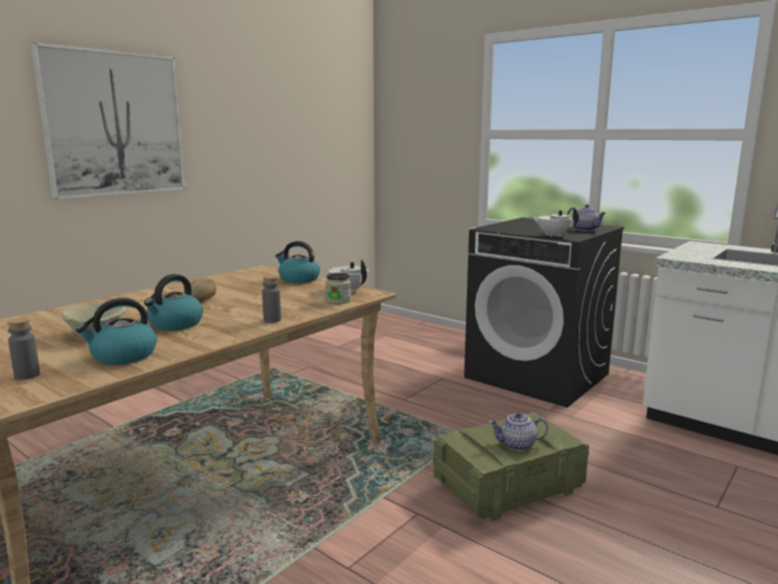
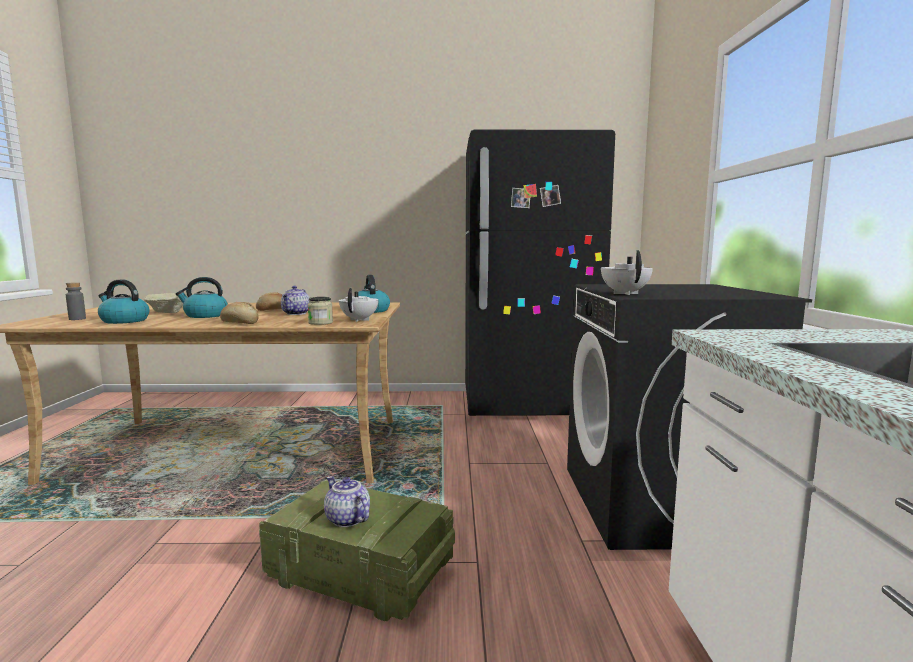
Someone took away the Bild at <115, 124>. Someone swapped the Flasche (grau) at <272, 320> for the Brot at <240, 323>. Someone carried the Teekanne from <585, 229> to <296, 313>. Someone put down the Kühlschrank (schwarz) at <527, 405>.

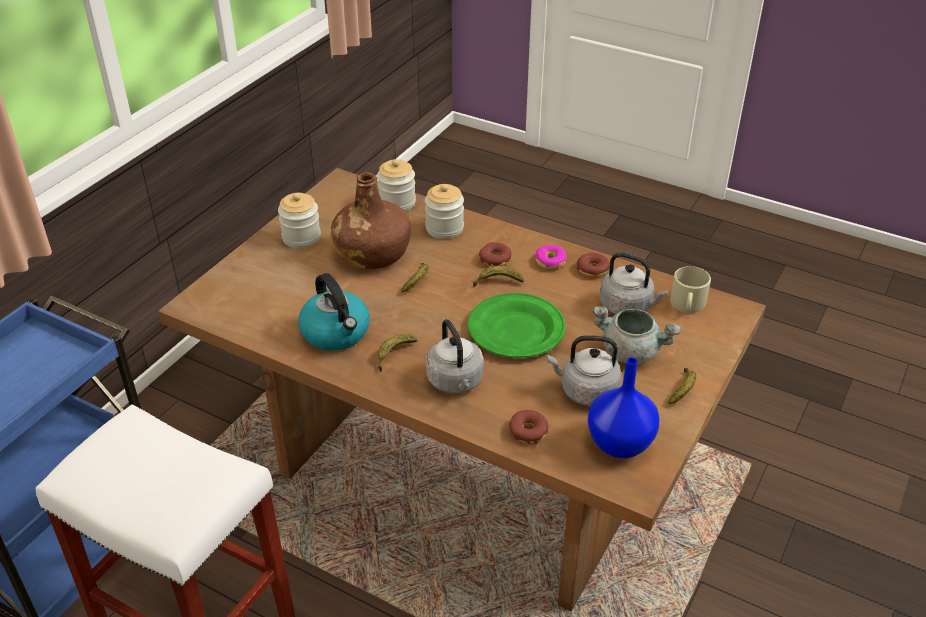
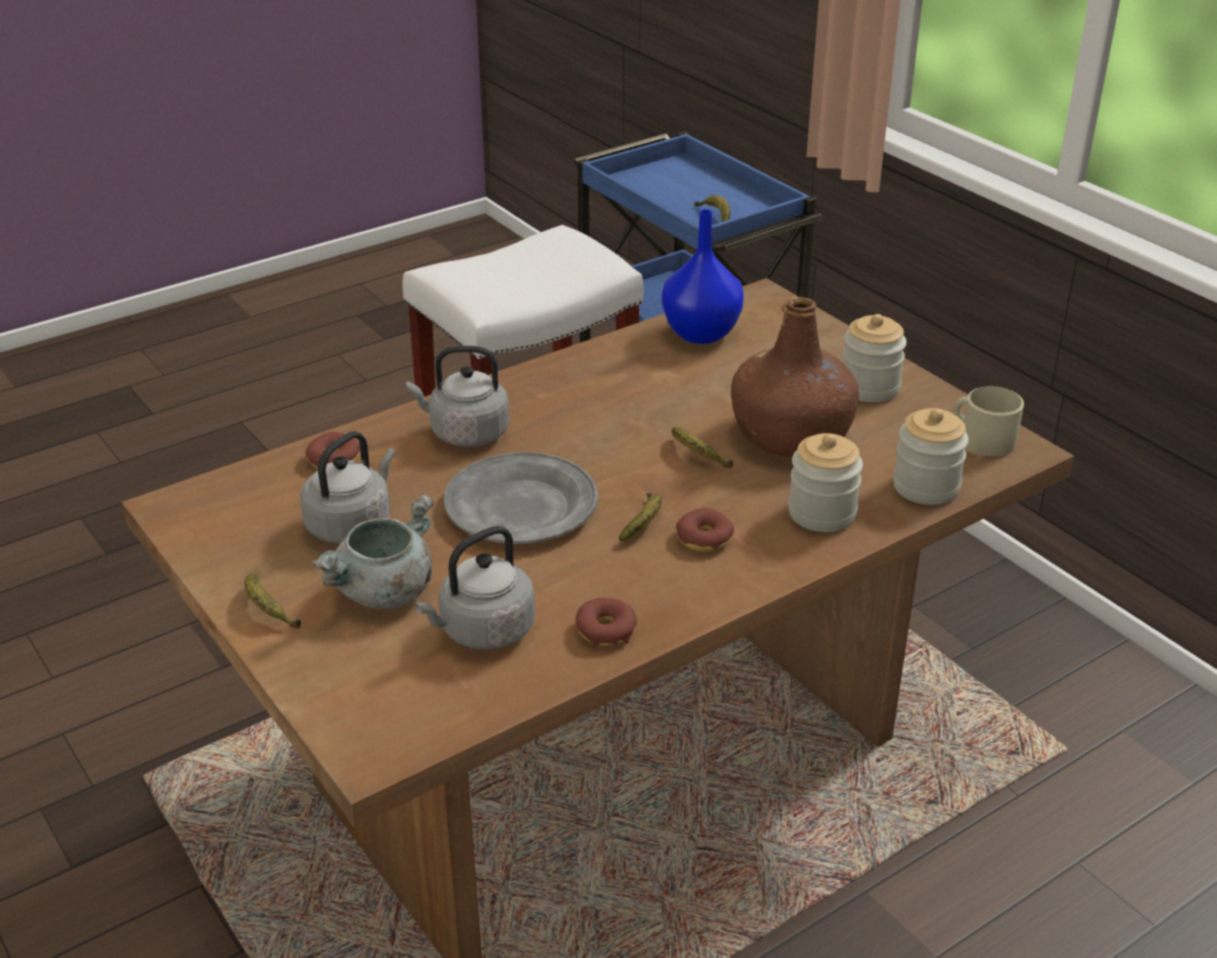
Someone took away the Wasserkessel at <336, 333>. Someone carried the Banane from <394, 355> to <715, 216>. Someone repainted the Teller (grün) at <516, 331>, which became the Teller (grau) at <520, 506>. Someone took away the Donut at <550, 261>. Someone carried the Vase (blau) from <618, 444> to <700, 332>. Someone carried the Henkelbecher (beige) from <687, 305> to <981, 439>.

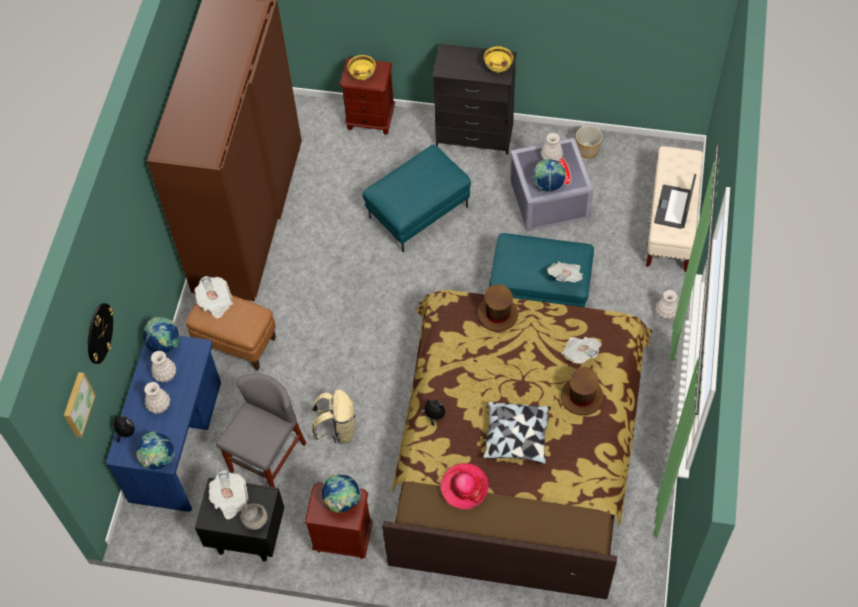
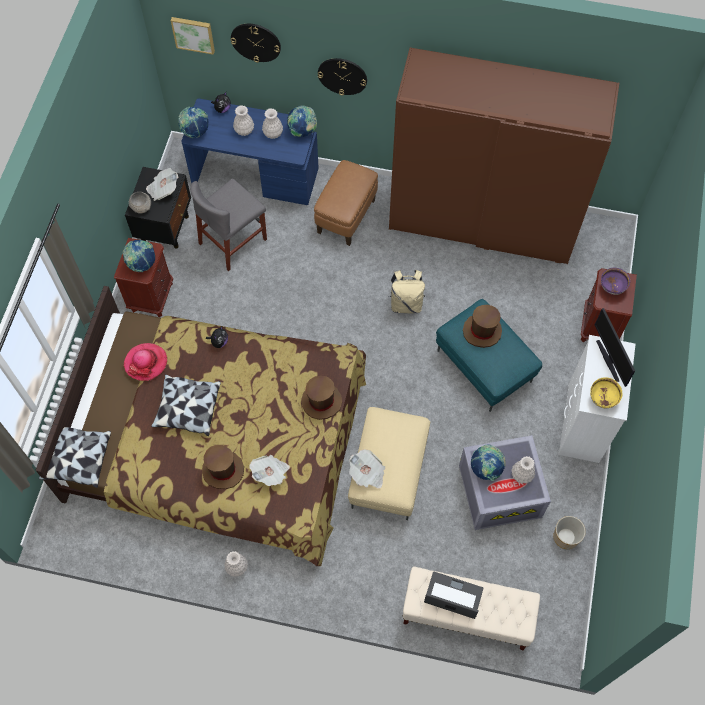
Someone took away the Zeitung at <215, 302>. Someone rotated the Stuhl (grau) at <267, 457> by 105 degrees clockwise. Someone carried the Rucksack (beige) from <337, 430> to <406, 303>. Someone repainted the Schüssel (gelb) at <362, 76>, which became the Schüssel (lila) at <611, 288>. Someone repainted the Kommode (schwarz) at <475, 135>, which became the Kommode (weiß) at <582, 424>. Someone repainted the Polsterhocker (türkis) at <539, 290>, which became the Polsterhocker (beige) at <387, 472>. Someone carried the Vase (weiß) from <666, 313> to <237, 567>. Someone put down the Kissen at <77, 459>. Someone put up the Wanduhr at <342, 76>. Someone put down the Hut (braun) at <482, 331>. Someone put down the Monitor at <609, 360>.

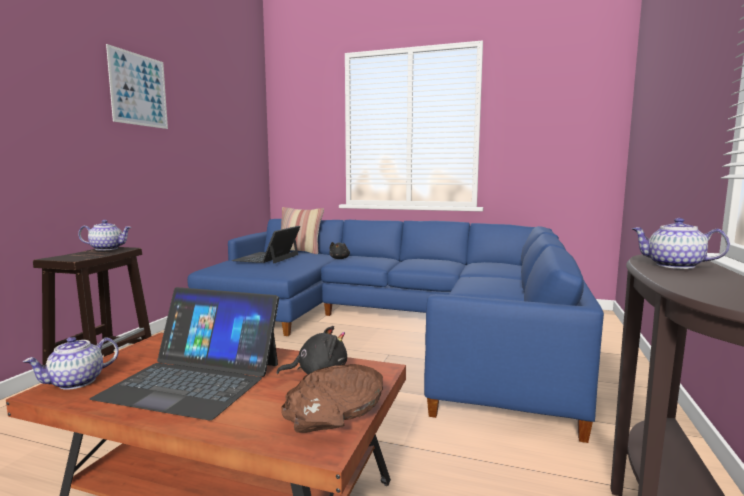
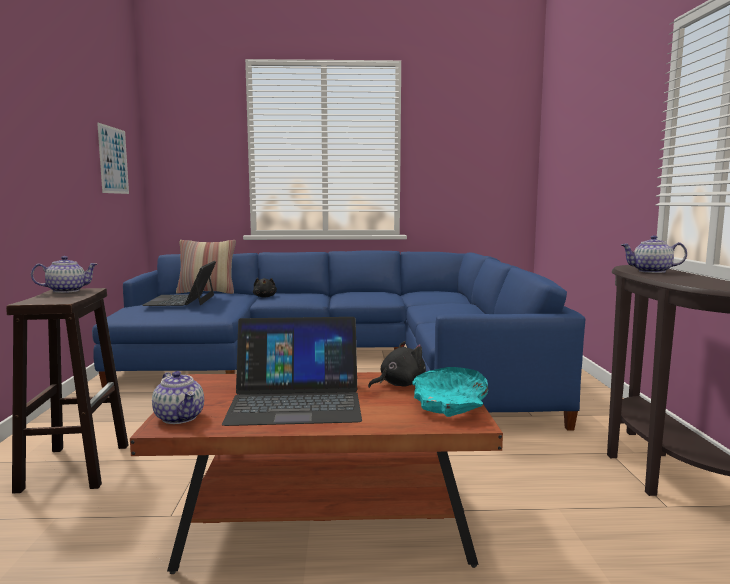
Someone rotated the Teekanne at <76, 382> by 60 degrees counterclockwise. Someone carried the Bild from <139, 90> to <113, 160>. Someone repainted the Schüssel (braun) at <334, 413>, which became the Schüssel (türkis) at <450, 405>.

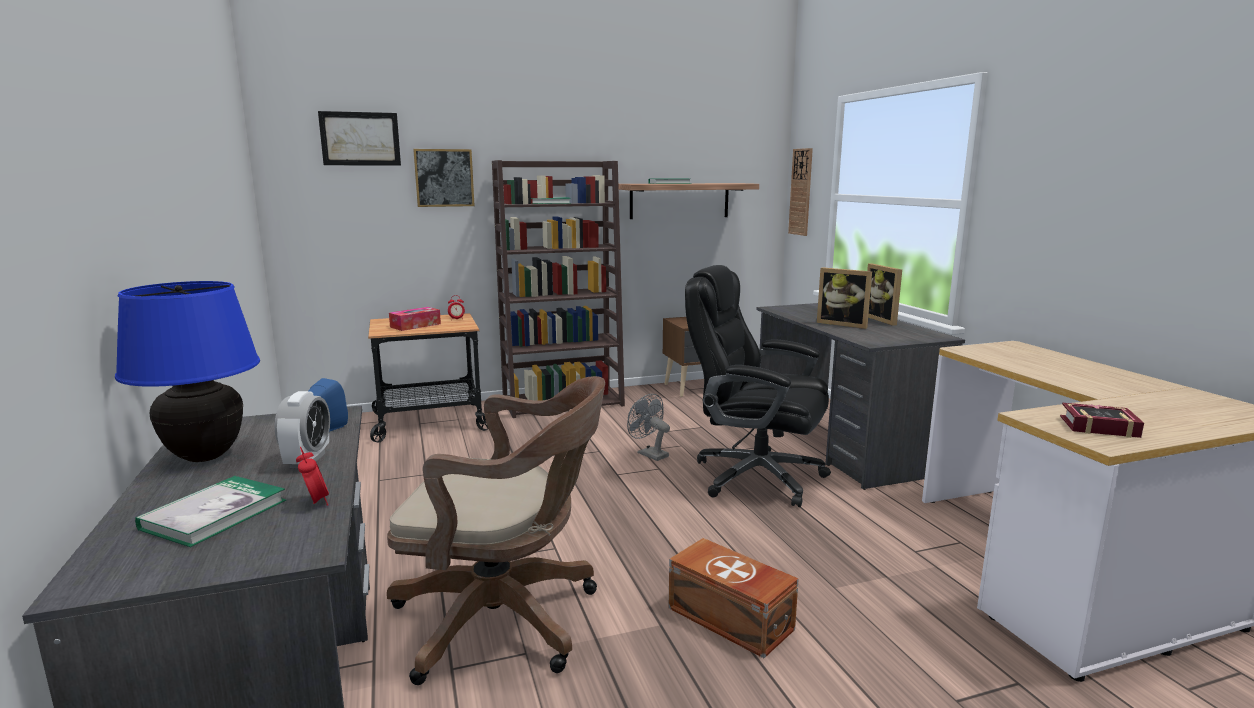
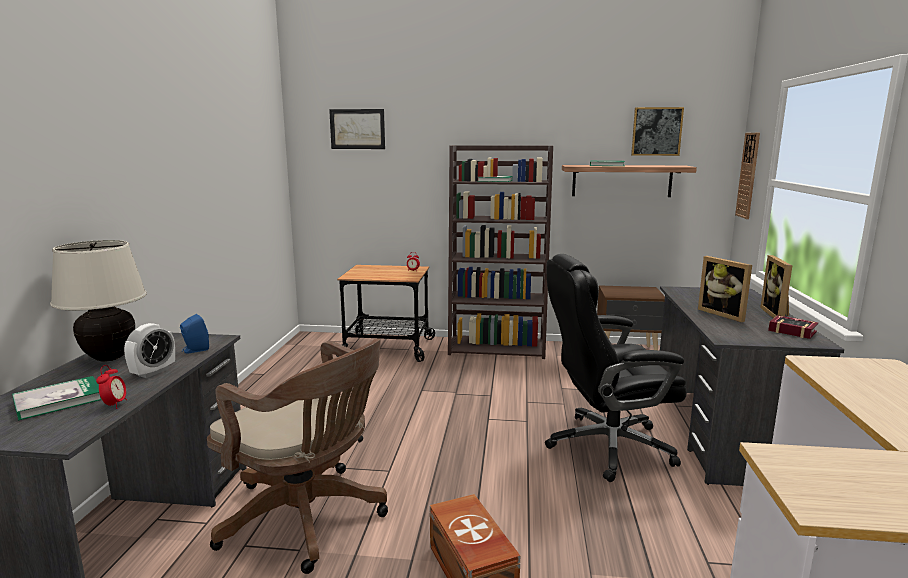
Someone repainted the Tischlampe (blau) at <205, 456>, which became the Tischlampe (beige) at <110, 357>. Someone took away the Taschentuchbox at <415, 325>. Someone carried the Bild from <444, 178> to <656, 131>. Someone took away the Ventilator (grau) at <649, 454>. Someone rotated the Bürostuhl (schwarz) at <755, 476> by 60 degrees counterclockwise. Someone carried the Buch from <1095, 426> to <790, 330>.

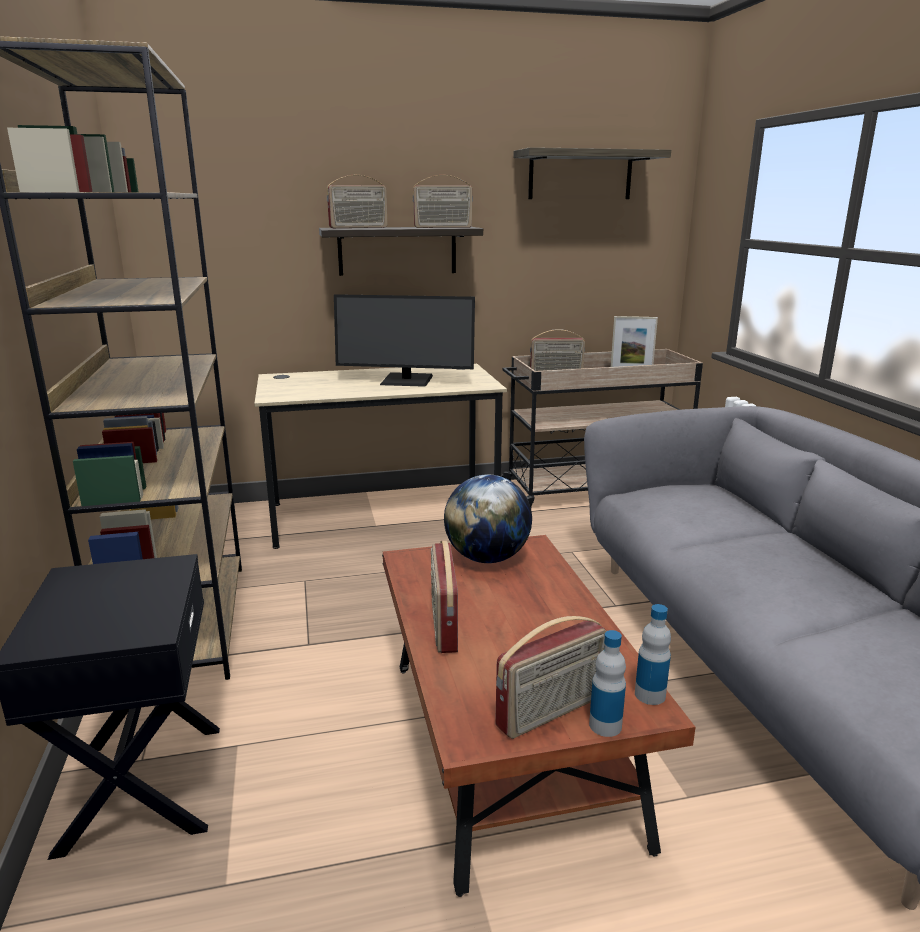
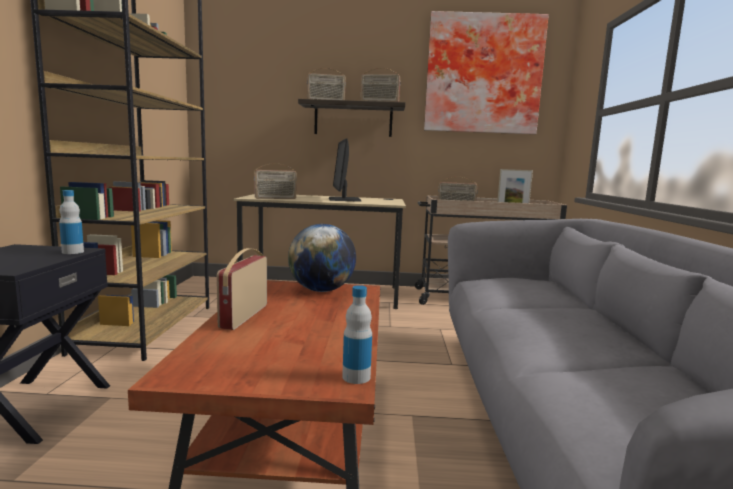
Someone rotated the Monitor at <406, 380> by 60 degrees clockwise. Someone carried the Radio from <551, 713> to <275, 198>. Someone swapped the Wandregal at <580, 175> for the Bild at <483, 75>. Someone carried the Flasche from <605, 725> to <73, 252>.

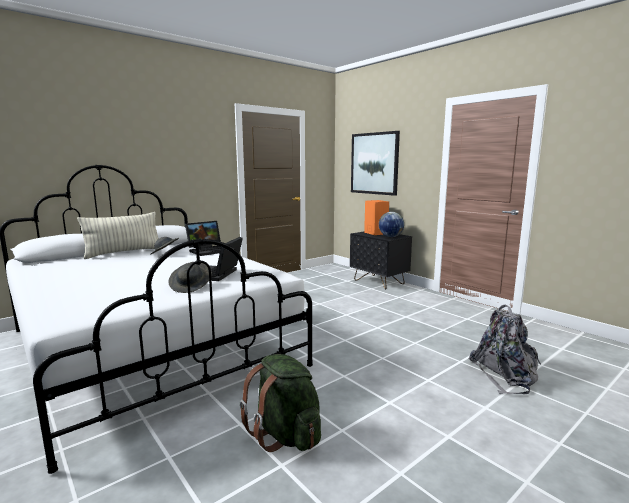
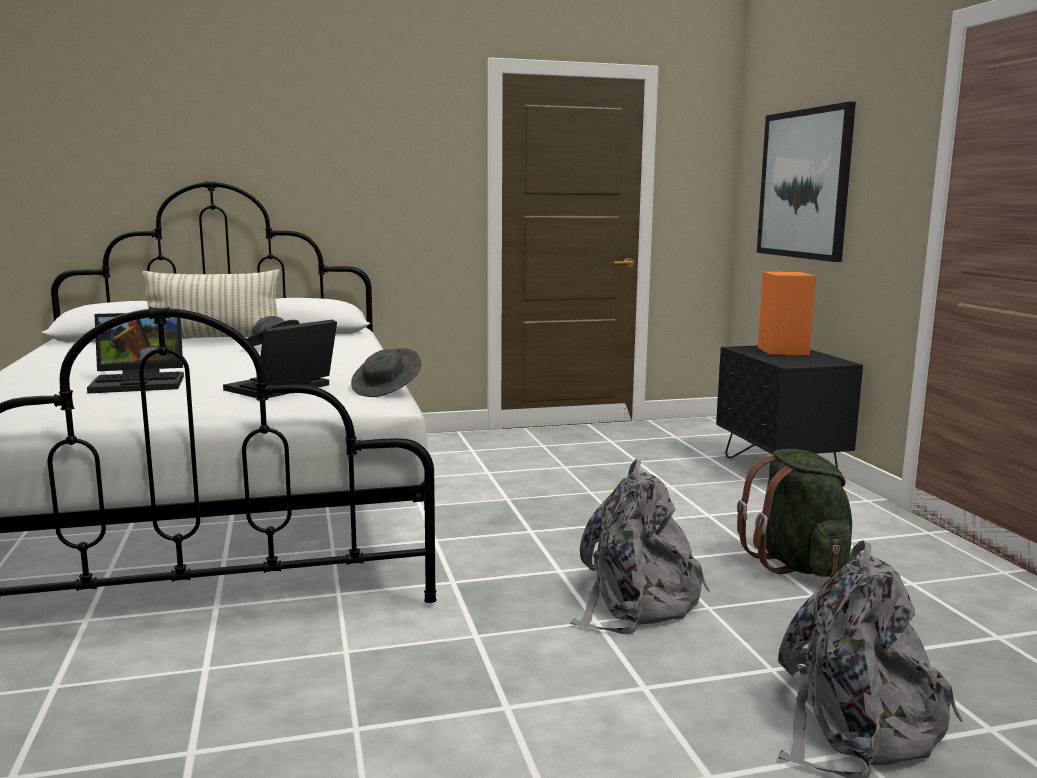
Someone carried the Hut (grau) from <191, 287> to <387, 390>. Someone carried the Laptop from <209, 250> to <142, 382>. Someone carried the Rucksack (grün) from <285, 434> to <797, 564>. Someone took away the Globus at <390, 237>. Someone put down the Rucksack (grau) at <635, 601>.

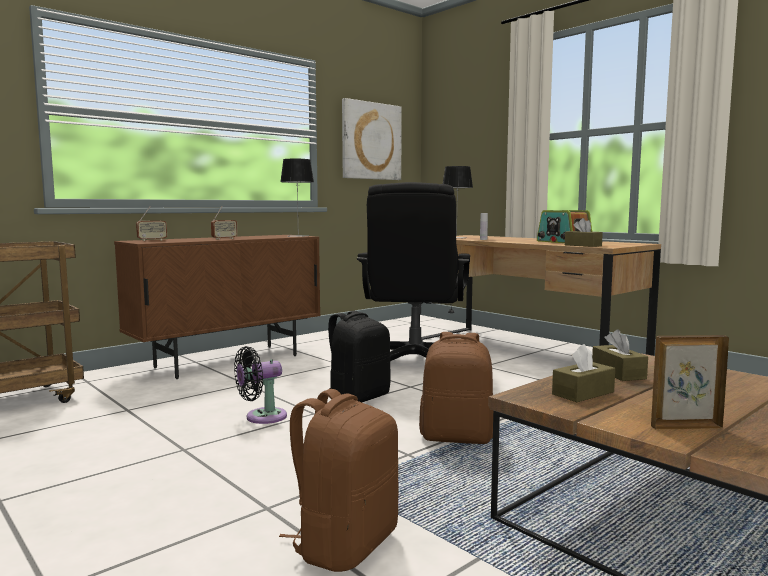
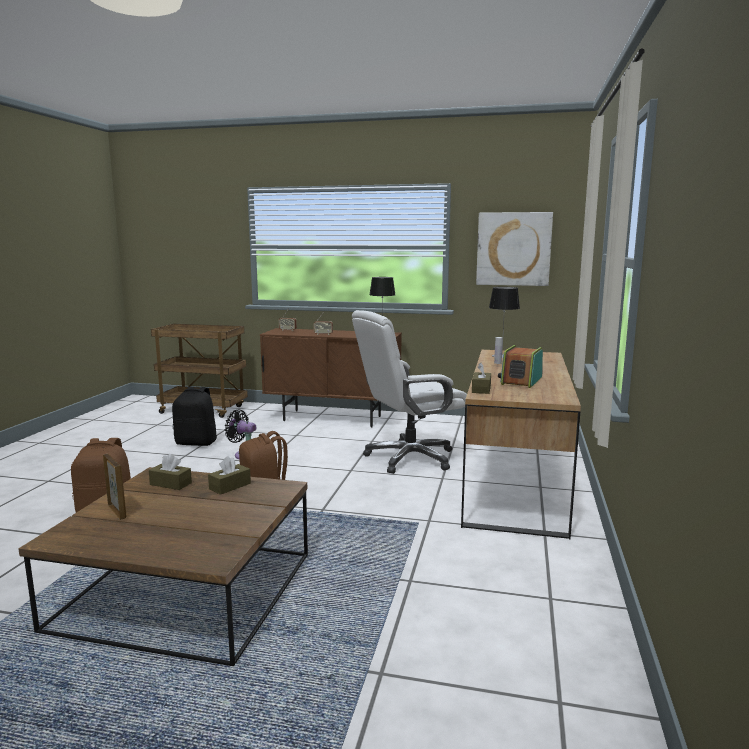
Someone carried the Rucksack (schwarz) from <358, 398> to <196, 443>. Someone repainted the Bürostuhl (schwarz) at <415, 363>, which became the Bürostuhl (weiß) at <409, 458>.

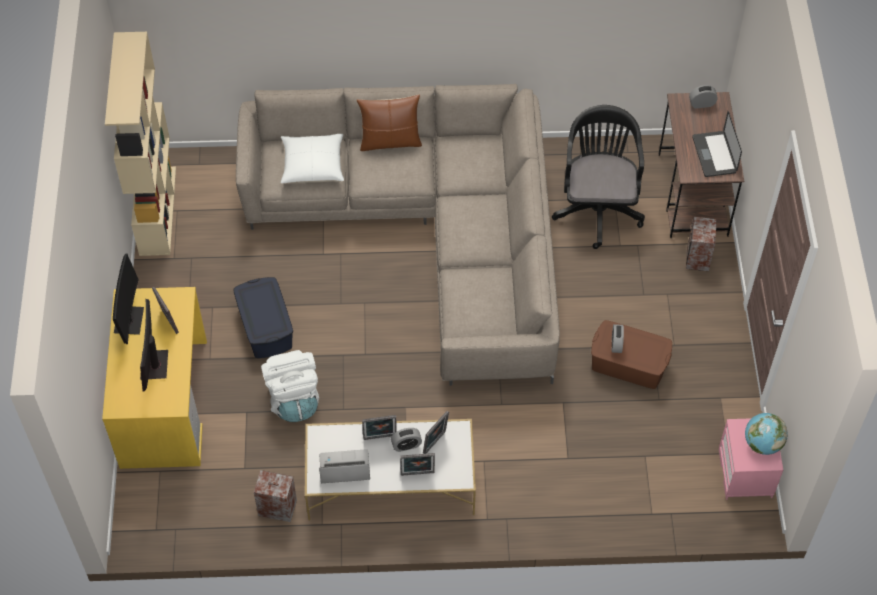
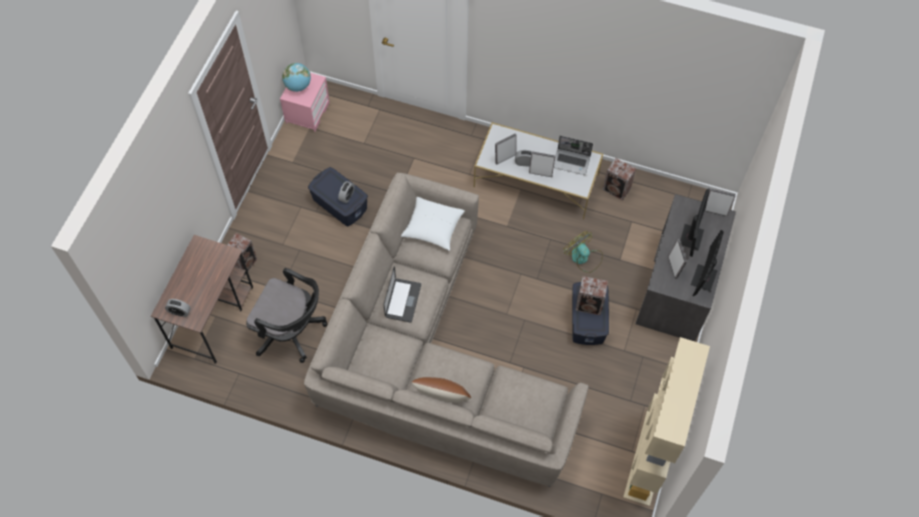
Someone repainted the Schreibtisch (gelb) at <163, 403>, which became the Schreibtisch (grau) at <678, 286>. Someone swapped the Rucksack (weiß) at <293, 399> for the Ventilator at <583, 258>. Someone carried the Kissen (weiß) from <313, 165> to <433, 227>. Someone carried the Bilderrahmen from <417, 475> to <715, 211>. Someone rotated the Bürostuhl (schwarz) at <597, 207> by 90 degrees counterclockwise. Someone repainted the Aufbewahrungsbox (braun) at <628, 365>, which became the Aufbewahrungsbox (blau) at <340, 203>. Someone carried the Laptop from <714, 155> to <403, 301>. Someone put down the Lautsprecher at <590, 305>.

